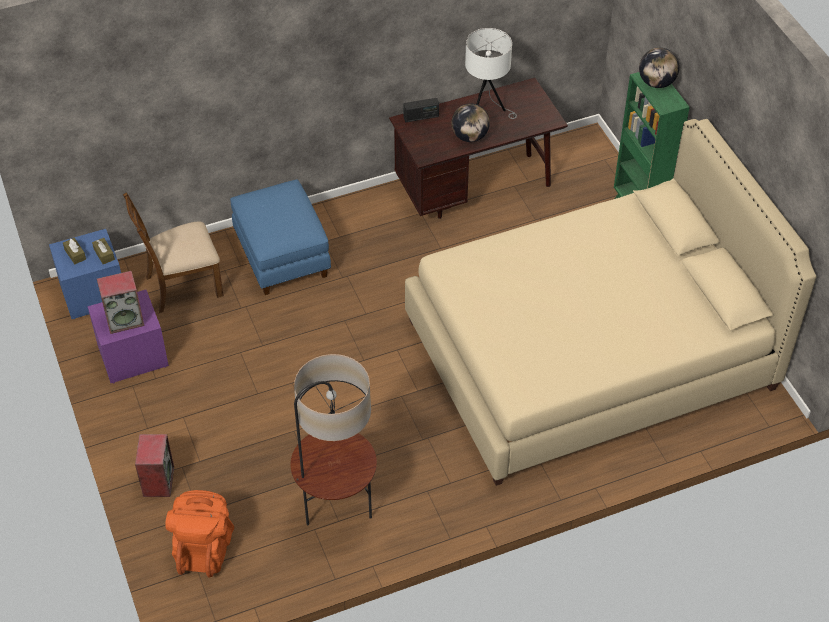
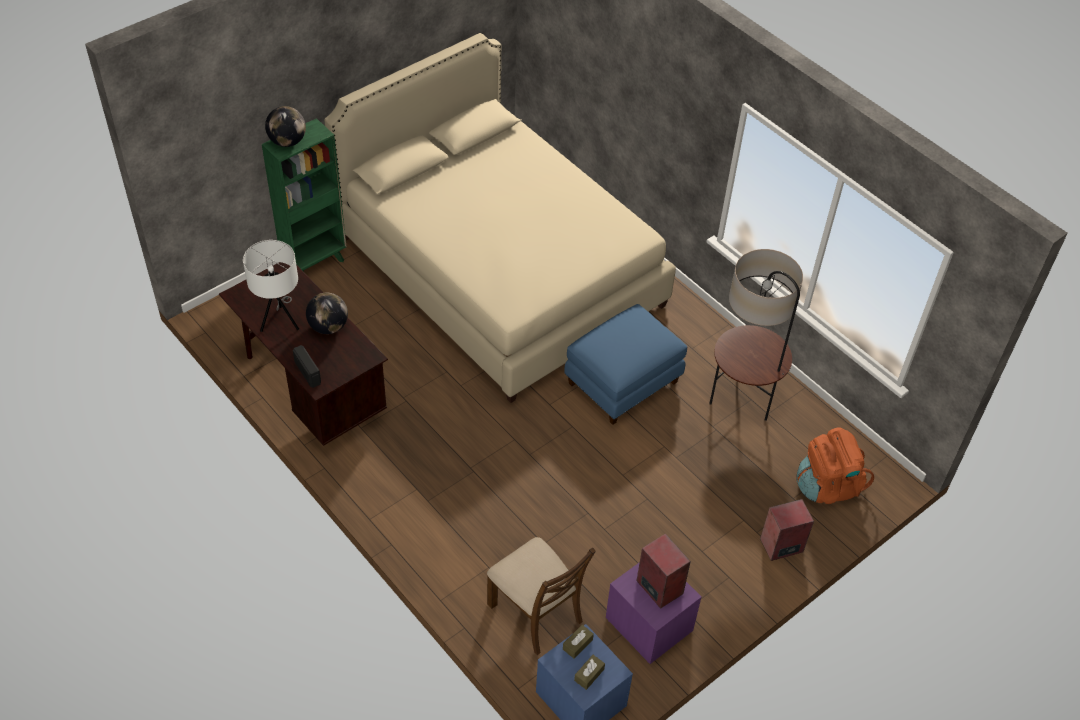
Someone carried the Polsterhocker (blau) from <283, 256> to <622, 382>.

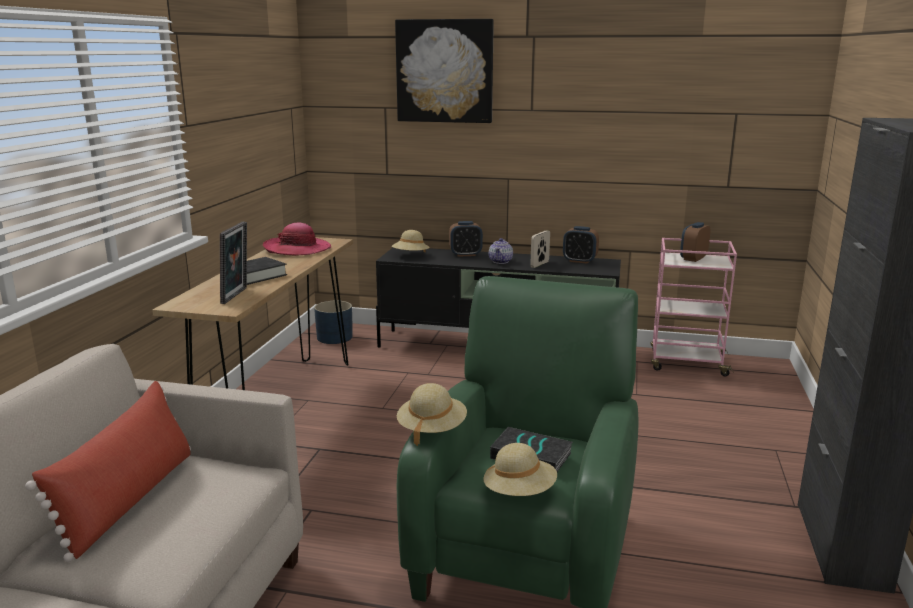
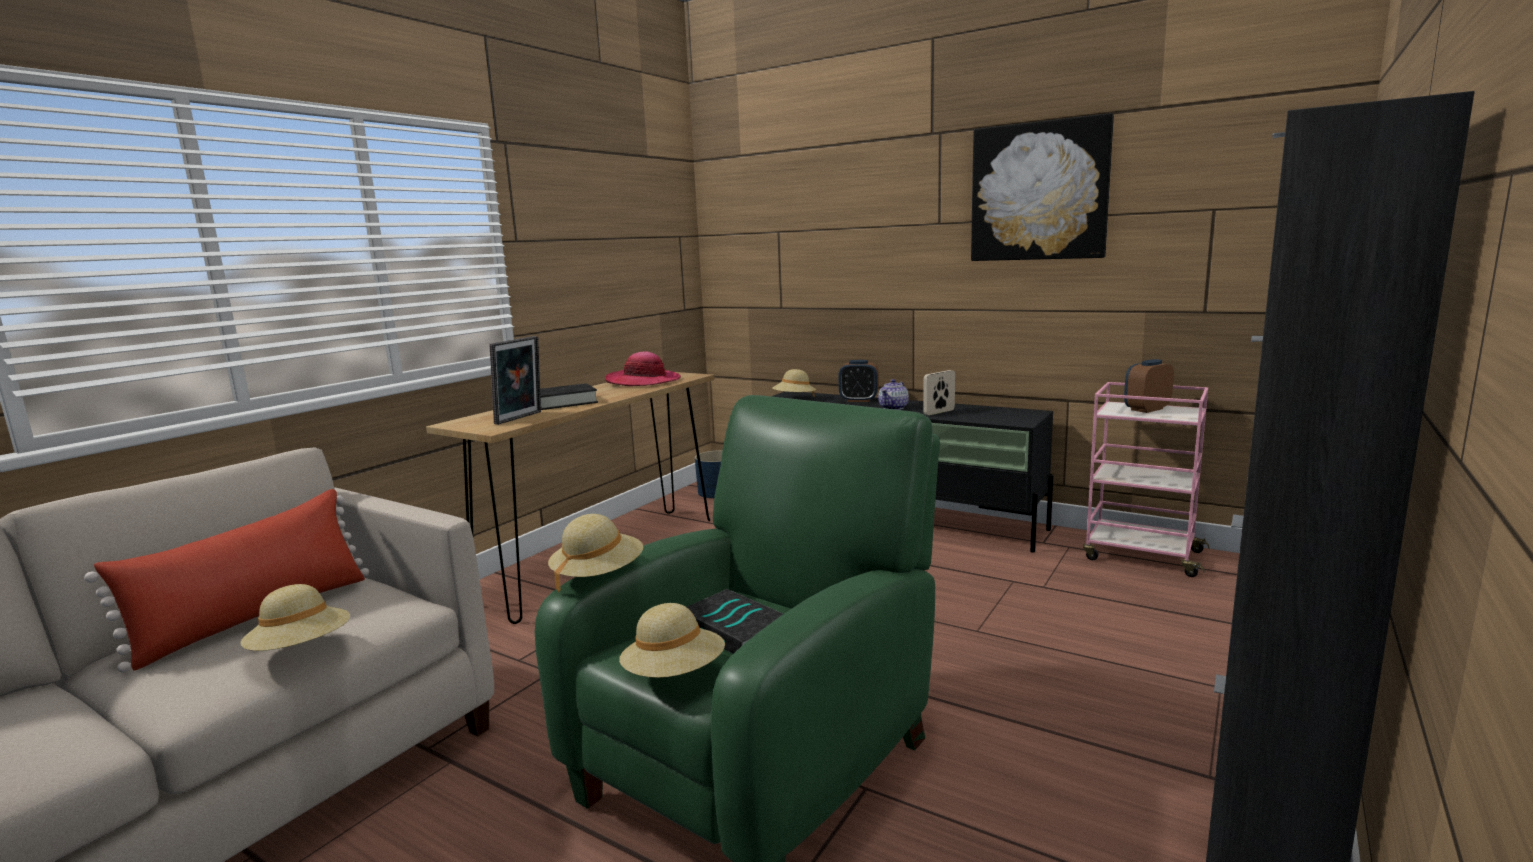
Someone carried the Bild from <444, 71> to <1039, 192>. Someone took away the Wecker at <579, 261>. Someone put down the Hut (beige) at <301, 650>.

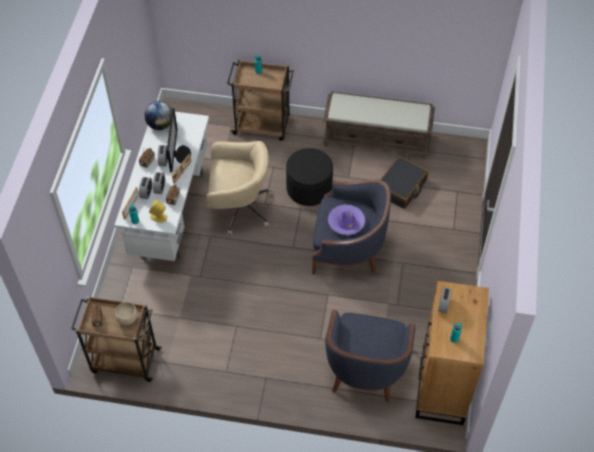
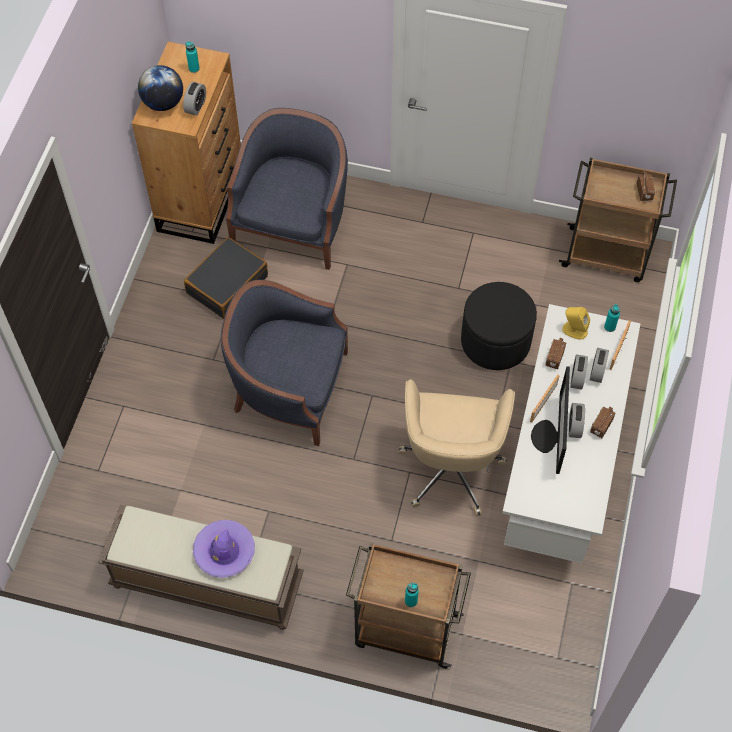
Someone took away the Schüssel (beige) at <127, 319>. Someone carried the Globus from <160, 125> to <163, 103>. Someone rotated the Bürostuhl (beige) at <239, 208> by 90 degrees counterclockwise. Someone carried the Polsterhocker (schwarz) from <309, 188> to <495, 341>. Someone carried the Hut (lila) from <346, 222> to <224, 551>. Someone carried the Koffer (schwarz) from <401, 187> to <227, 284>.

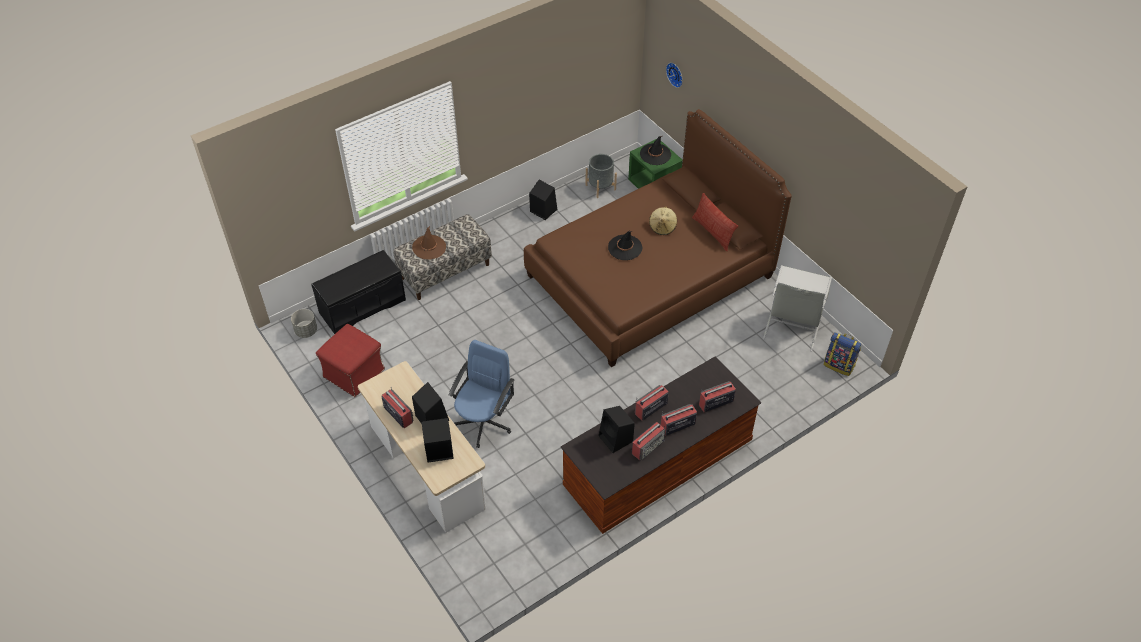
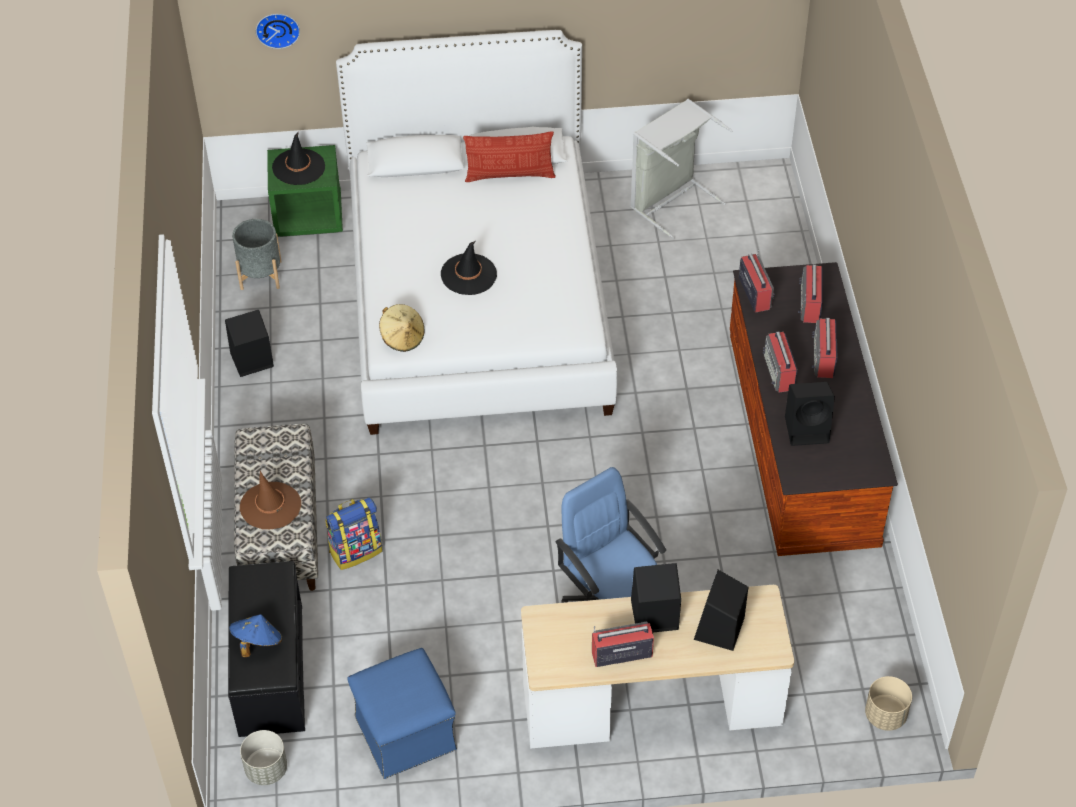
Someone repainted the Polsterhocker (rot) at <354, 372>, which became the Polsterhocker (blau) at <405, 732>. Someone repainted the Bett (braun) at <650, 275>, which became the Bett (weiß) at <477, 299>. Someone carried the Radio from <648, 446> to <754, 292>. Someone carried the Hut (beige) from <662, 227> to <402, 338>. Someone carried the Rucksack from <839, 365> to <356, 550>. Someone put down the Hut (blau) at <257, 642>. Someone put down the Pflanzkübel (beige) at <885, 715>.

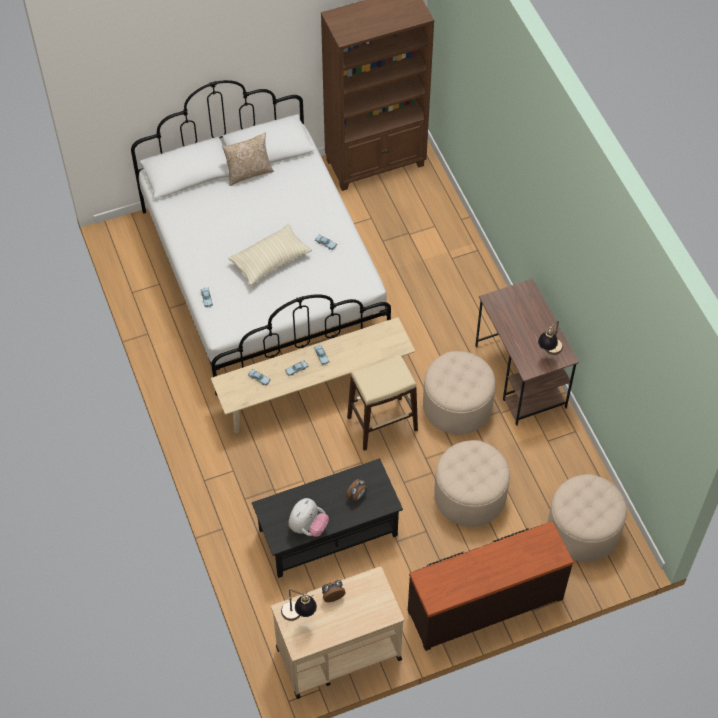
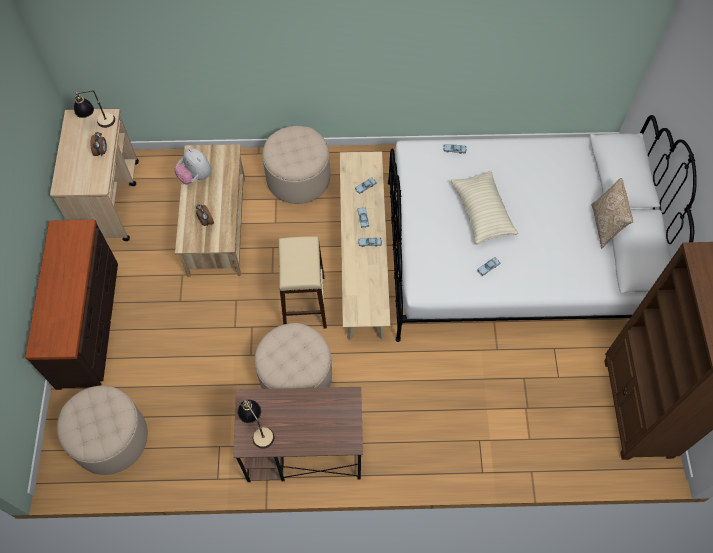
Someone repainted the Couchtisch (schwarz) at <328, 533>, which became the Couchtisch (beige) at <216, 225>. Someone carried the Polsterhocker (beige) from <470, 495> to <298, 178>.

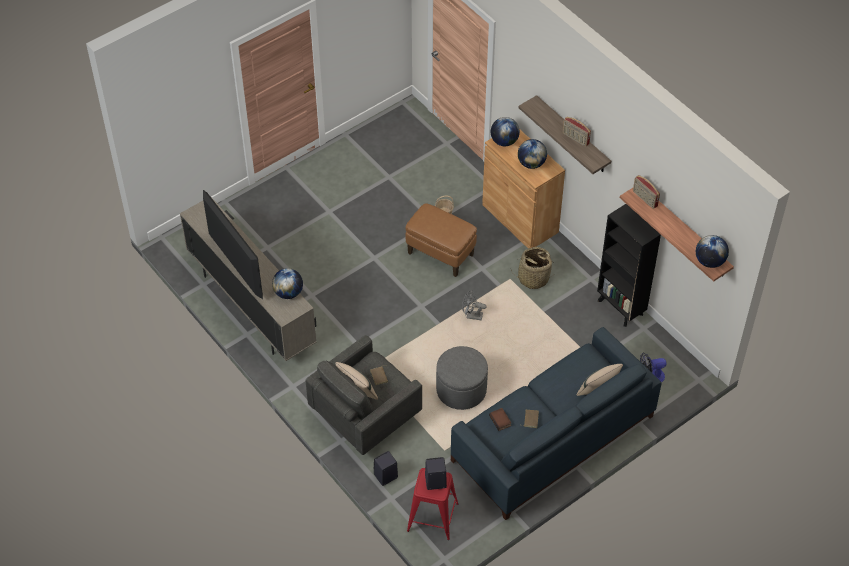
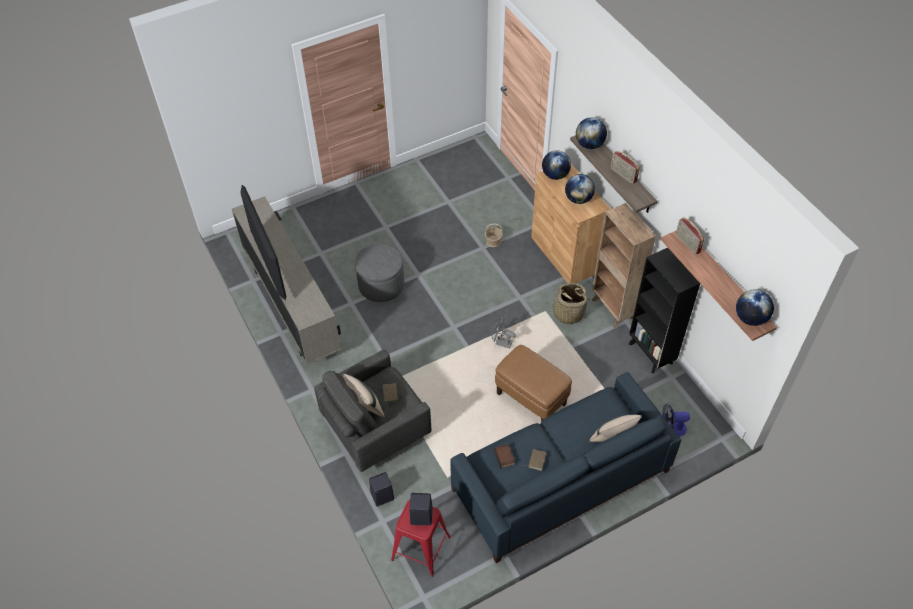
Someone carried the Globus from <288, 293> to <589, 144>. Someone carried the Polsterhocker (braun) from <441, 254> to <531, 399>. Someone carried the Polsterhocker (grau) from <461, 389> to <381, 285>. Someone put down the Bücherregal (braun) at <613, 309>.

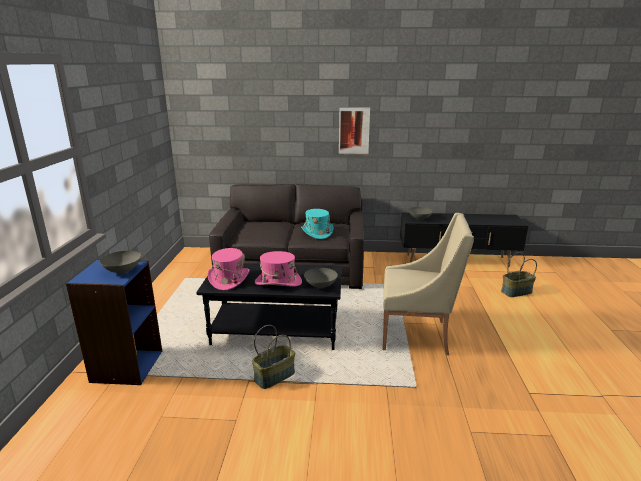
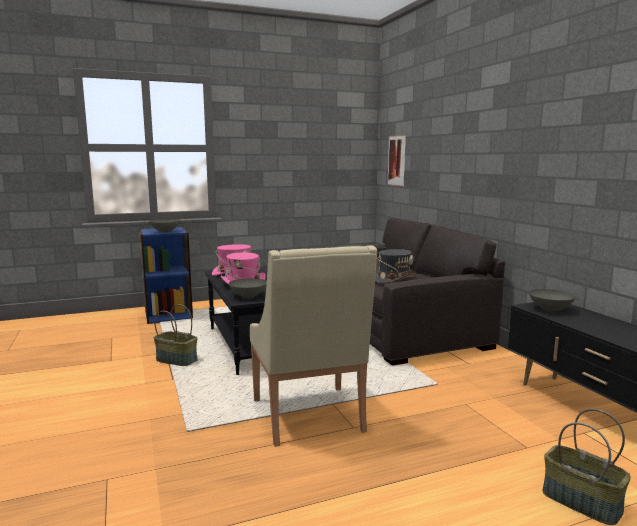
Someone repainted the Hut (türkis) at <317, 232>, which became the Hut (grau) at <394, 279>. Someone carried the Bild from <354, 130> to <396, 160>.

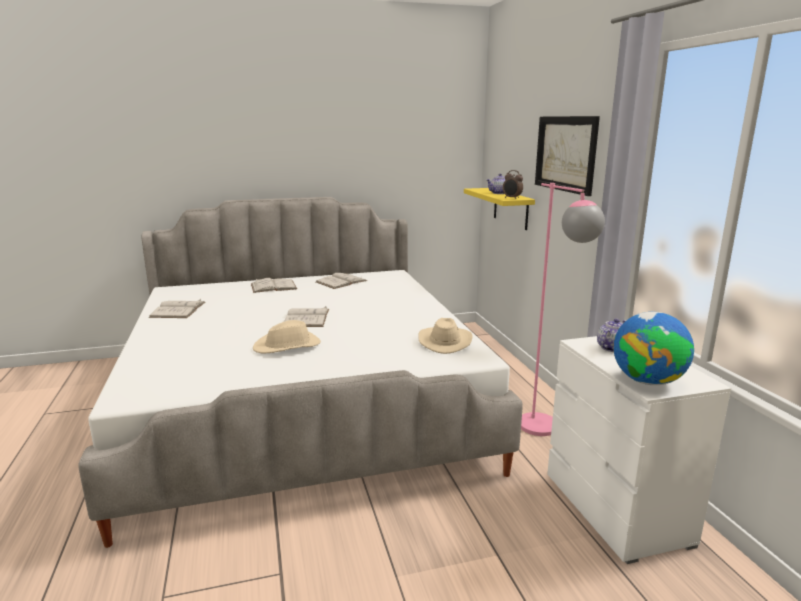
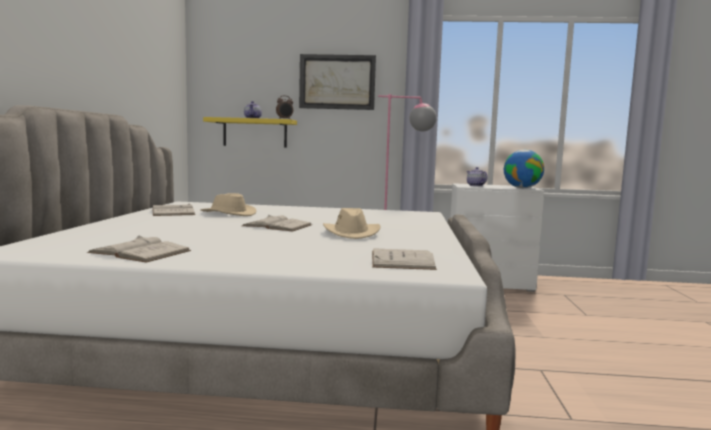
Someone carried the Buch (weiß) from <273, 286> to <402, 260>. Someone carried the Hut (beige) from <444, 341> to <228, 214>.

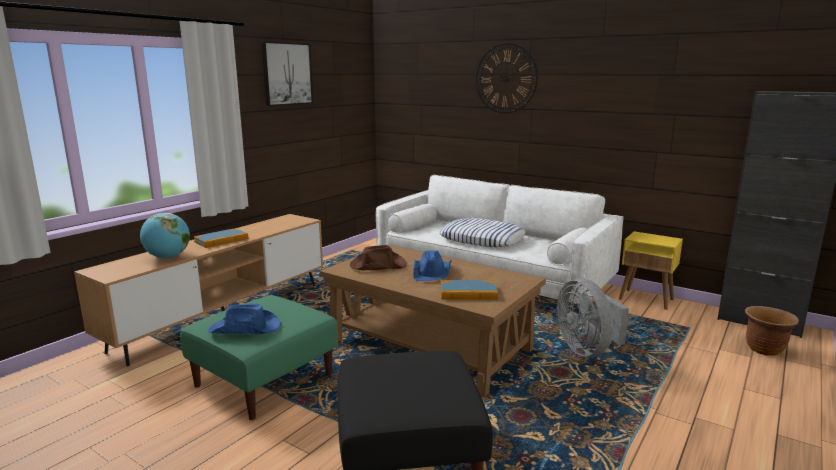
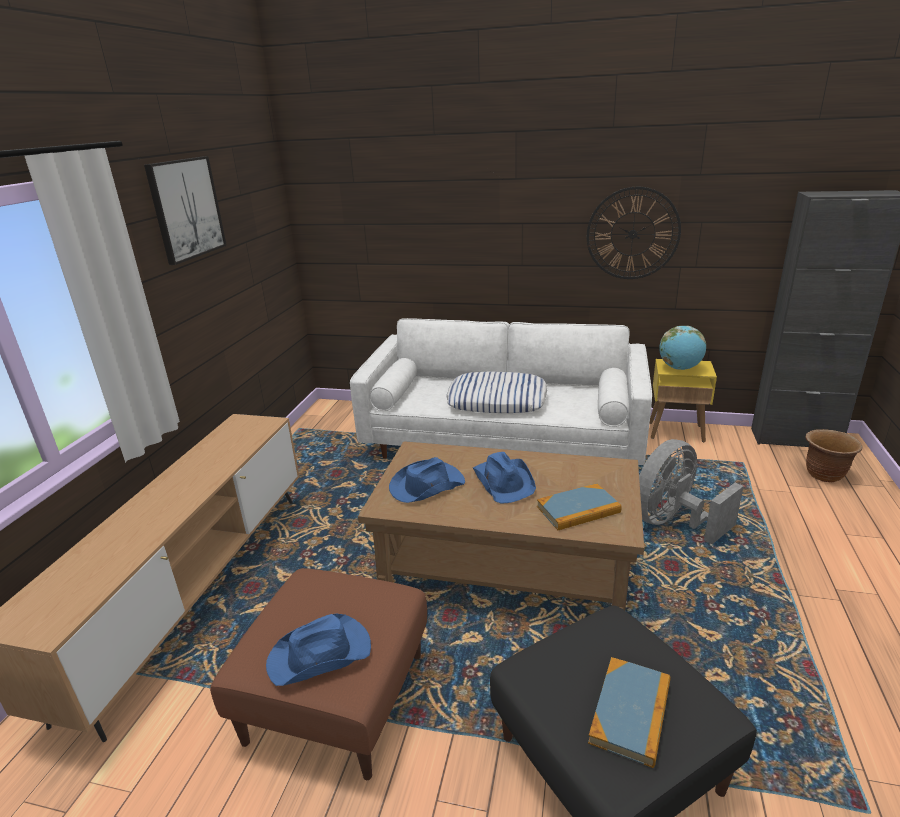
Someone carried the Globus from <168, 257> to <680, 368>. Someone repainted the Polsterhocker (grün) at <264, 379>, which became the Polsterhocker (braun) at <336, 696>. Someone carried the Buch from <221, 240> to <630, 712>. Someone repainted the Hut (braun) at <377, 265>, which became the Hut (blau) at <426, 485>. Someone carried the Wanduhr from <505, 78> to <632, 234>. Someone rotated the Ventilator (grau) at <587, 349> by 90 degrees clockwise.

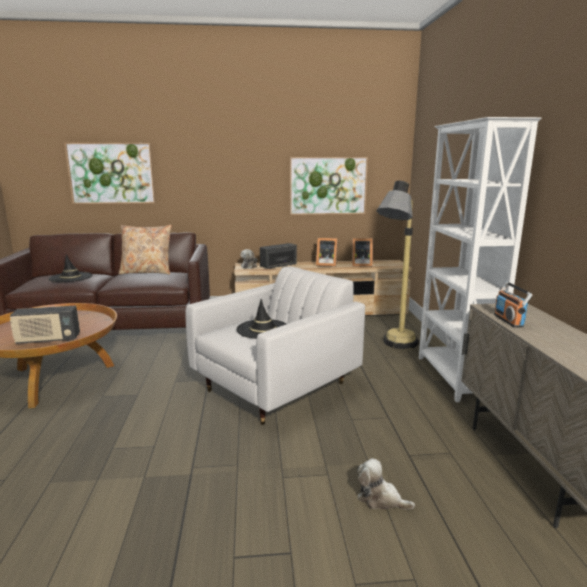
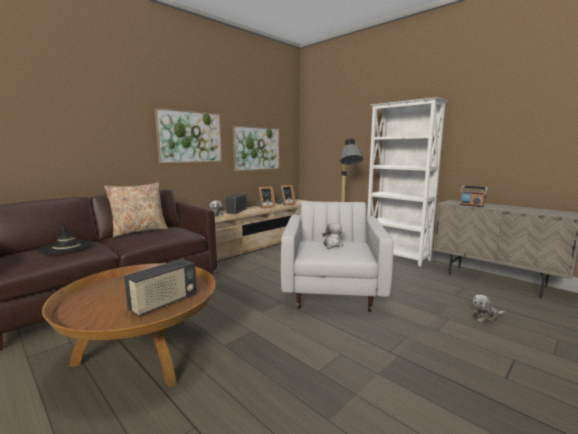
Someone carried the Bild from <111, 173> to <190, 137>. Someone swapped the Hut (schwarz) at <263, 329> for the Plüschtier at <332, 245>.

